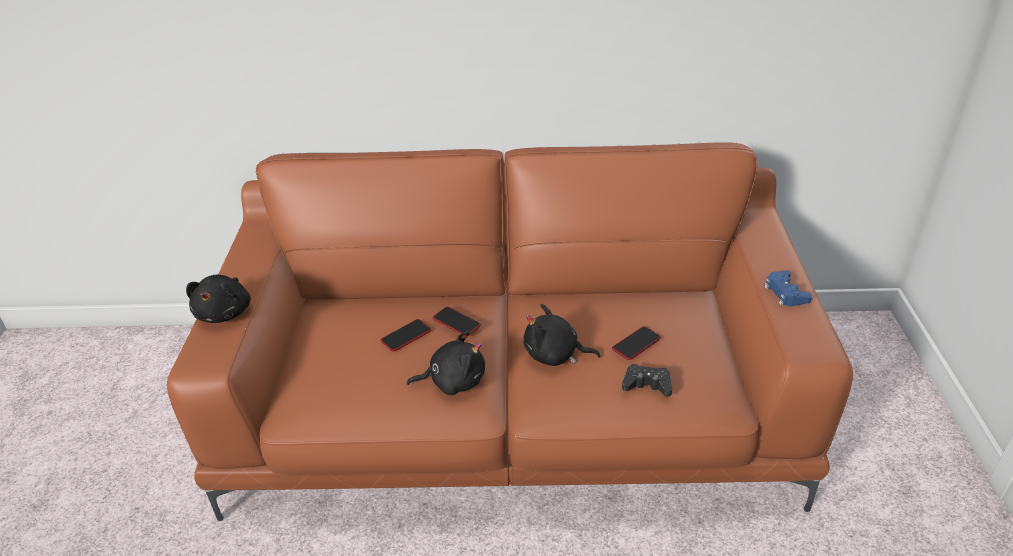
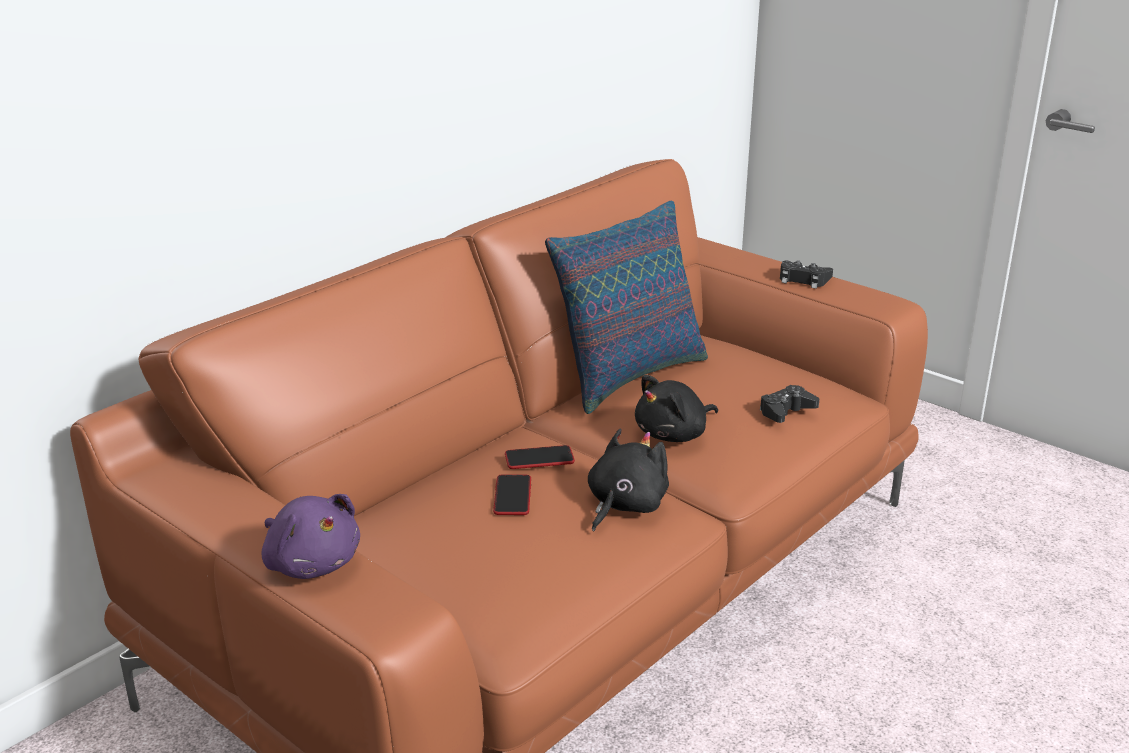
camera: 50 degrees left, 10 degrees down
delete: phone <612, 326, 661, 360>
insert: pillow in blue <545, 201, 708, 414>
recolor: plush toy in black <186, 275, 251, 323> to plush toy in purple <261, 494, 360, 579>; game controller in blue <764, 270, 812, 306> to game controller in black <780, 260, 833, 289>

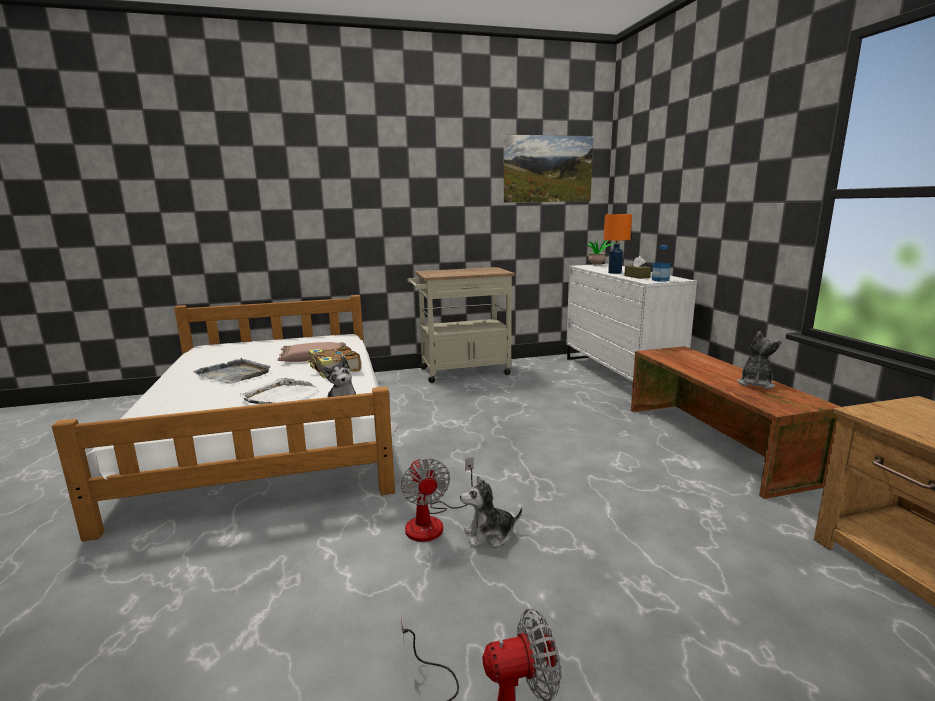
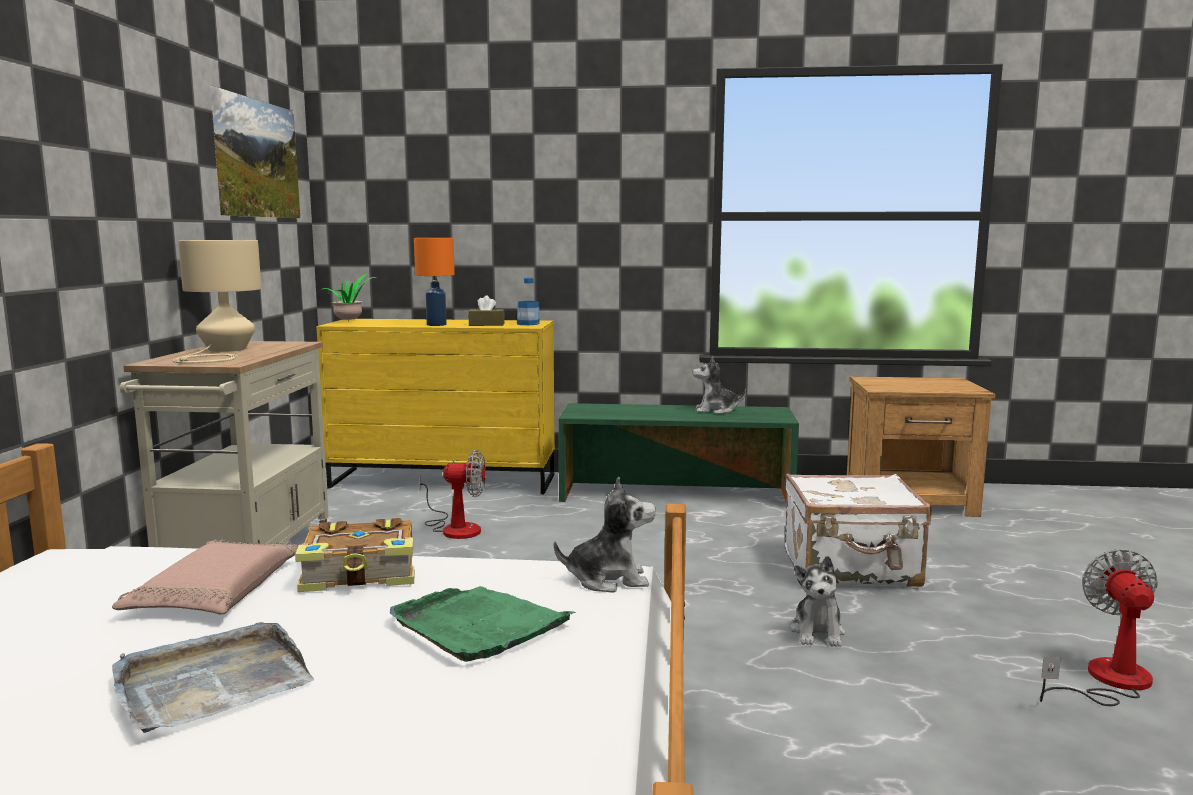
camera: 70 degrees left, 5 degrees down
insert: table lamp in beige <173, 240, 261, 364>; suitcase in white <785, 474, 932, 587>
move: fan <400, 457, 474, 542> to <418, 450, 486, 539>
recolor: tray in white <239, 378, 321, 404> to tray in green <390, 586, 576, 662>; dresser in white <566, 264, 697, 382> to dresser in yellow <316, 319, 555, 494>; bench in brown <631, 346, 841, 499> to bench in green <558, 403, 799, 503>
rotate: plush toy <737, 331, 782, 389> = <692, 356, 746, 414> 45 degrees counterclockwise

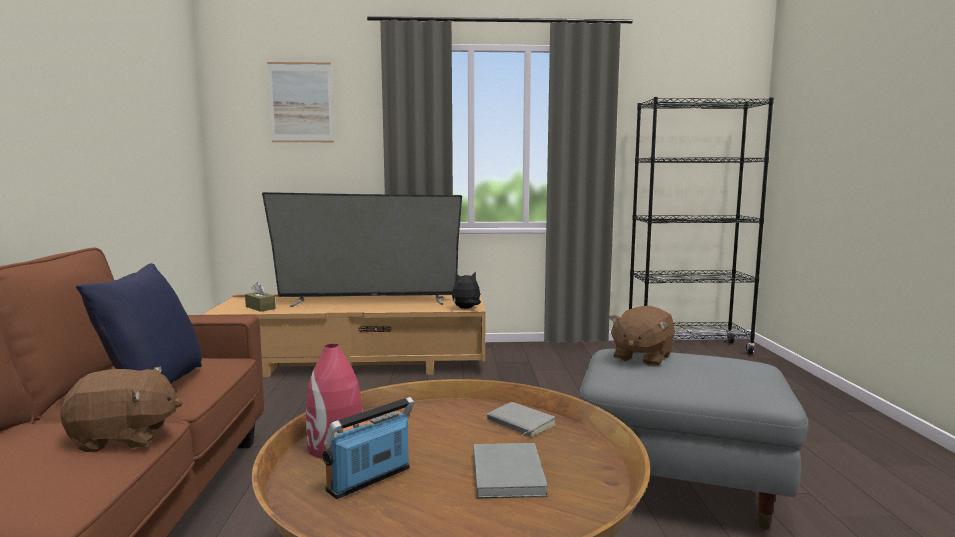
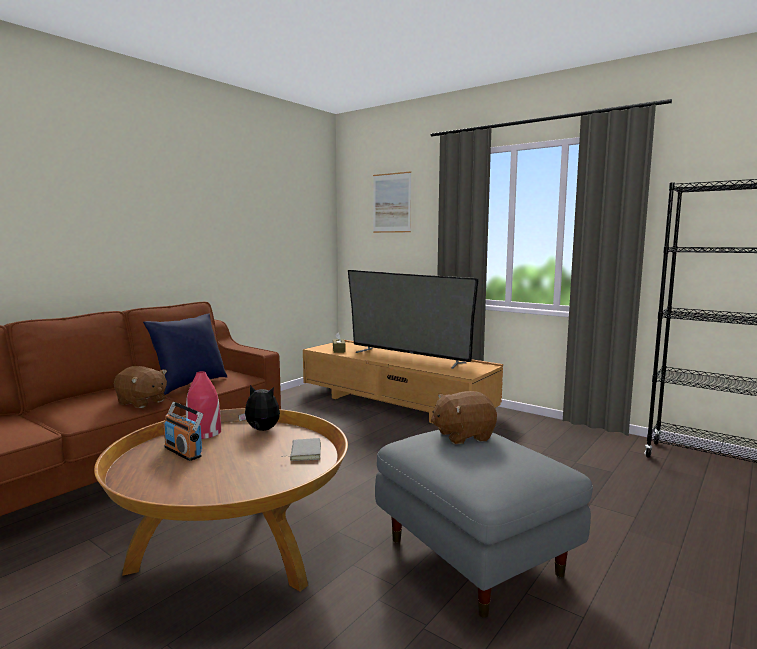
camera: 40 degrees right, 0 degrees up
delete: book in grey <473, 443, 548, 499>
move: plush toy <452, 272, 481, 309> to <239, 385, 280, 431>
rotate: radio <323, 397, 414, 499> = <164, 402, 203, 461> 135 degrees counterclockwise

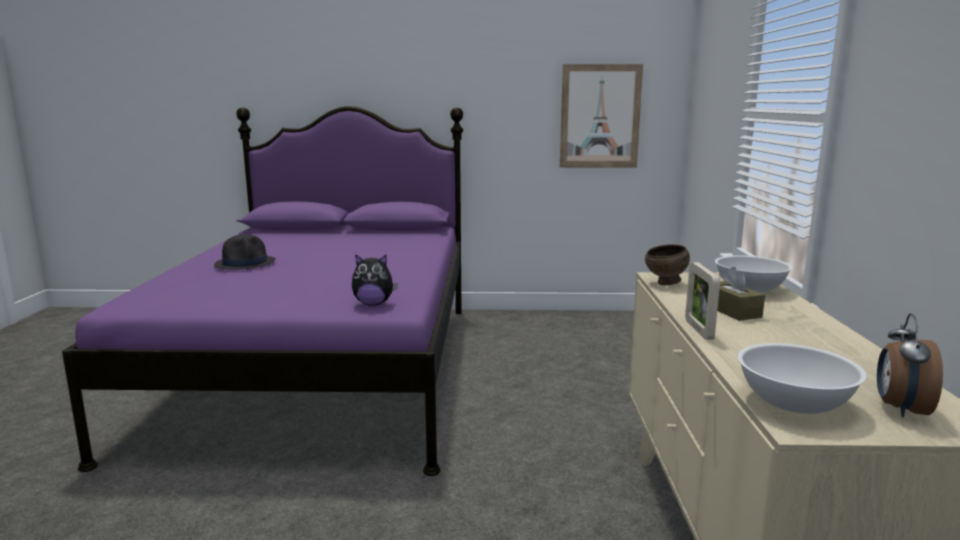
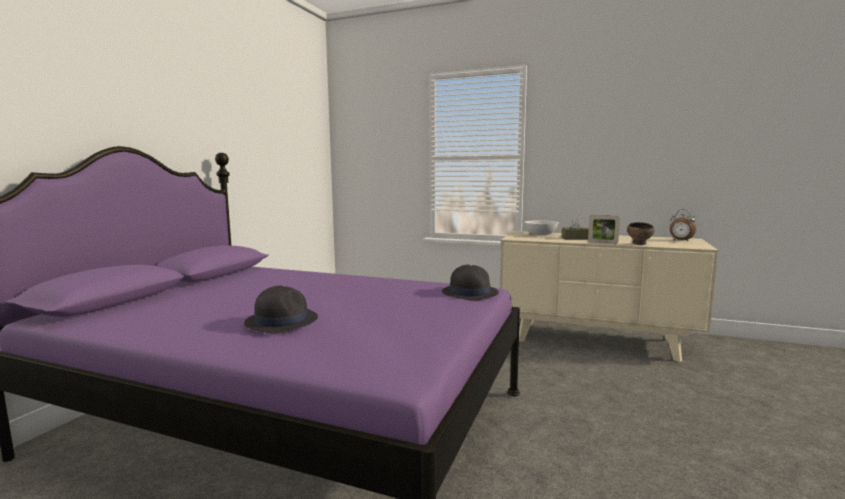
camera: 70 degrees left, 5 degrees down
delete: picture <560, 64, 643, 168>; bowl in white <738, 343, 867, 414>
move: bowl in brown <645, 244, 690, 285> to <627, 222, 655, 245>
replace: plush toy <352, 254, 398, 305> to hat in black <442, 264, 499, 301>

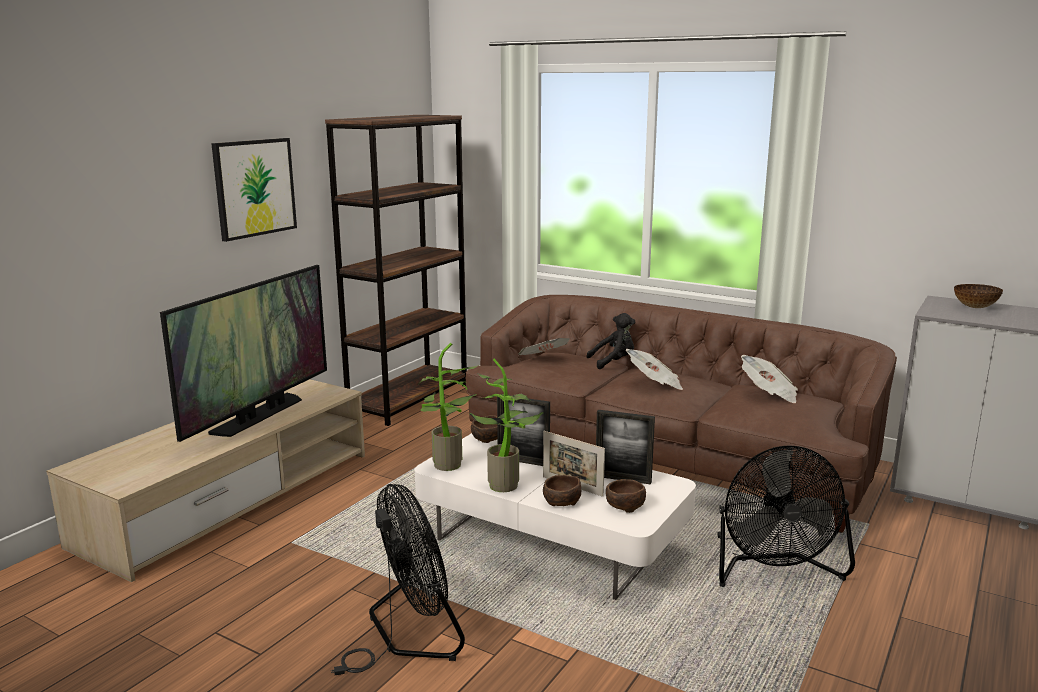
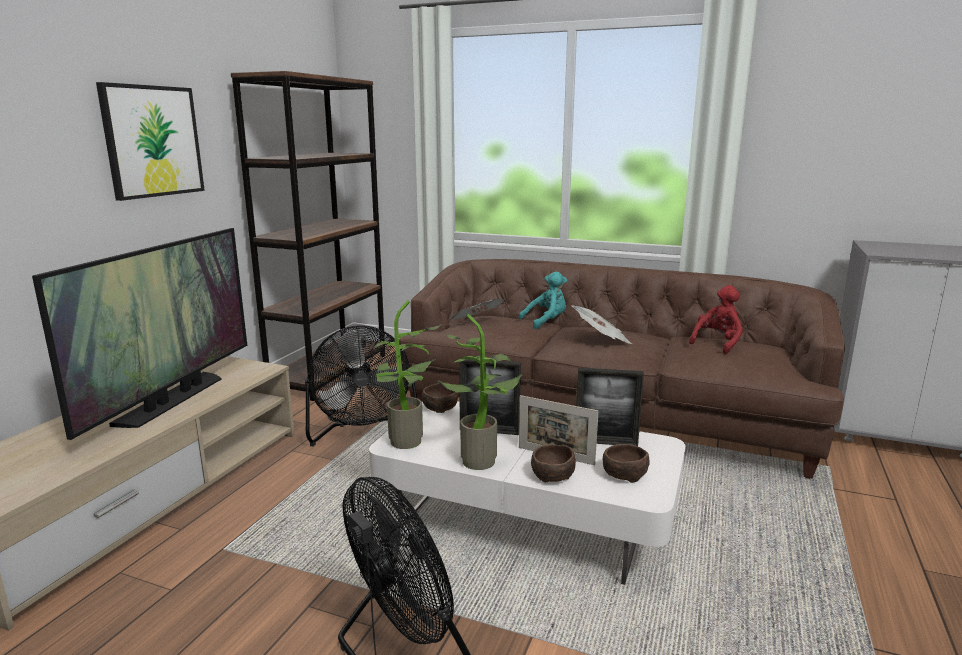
camera: 10 degrees left, 0 degrees up
delete: bowl <954, 284, 1003, 308>
move: fan in black <717, 446, 855, 587> to <305, 325, 417, 447>
replace: newspaper <741, 355, 798, 403> to plush toy in red <689, 285, 743, 354>
recolor: plush toy in black <587, 313, 635, 369> to plush toy in turquoise <519, 272, 567, 329>

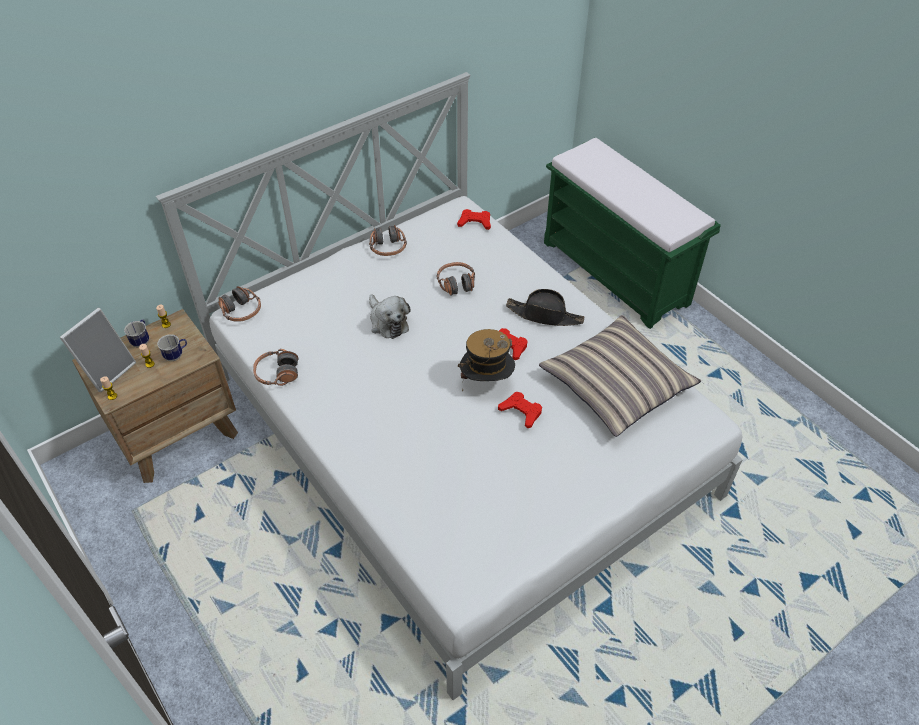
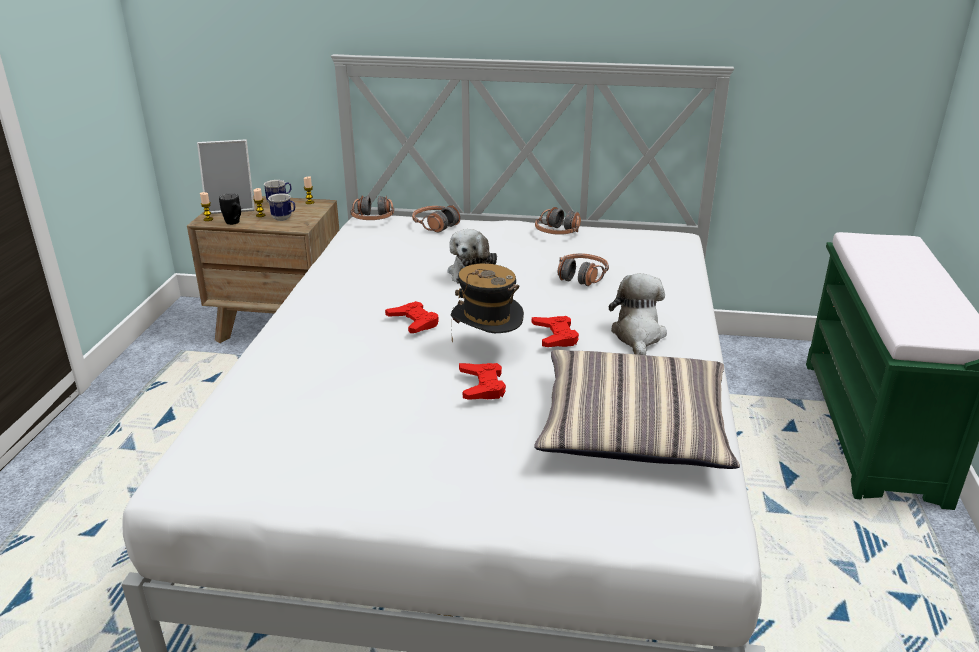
camera: 45 degrees right, 20 degrees down
insert: mug in black <219, 193, 241, 225>
move: headphones <253, 349, 298, 386> to <412, 205, 460, 232>; game controller in red <457, 209, 491, 230> to <385, 301, 439, 333>
replace: hat in black <506, 289, 584, 326> to plush toy <609, 273, 667, 355>

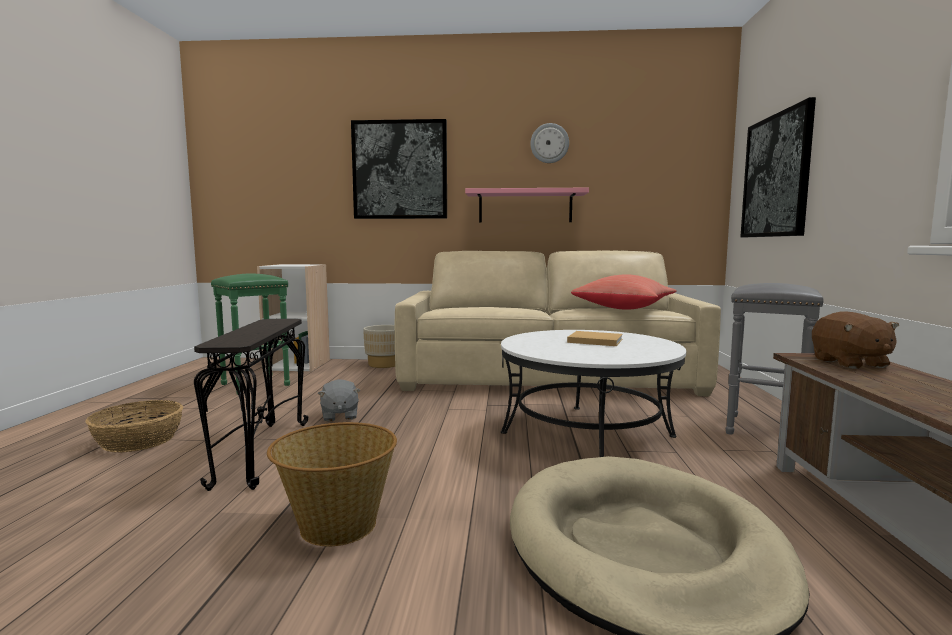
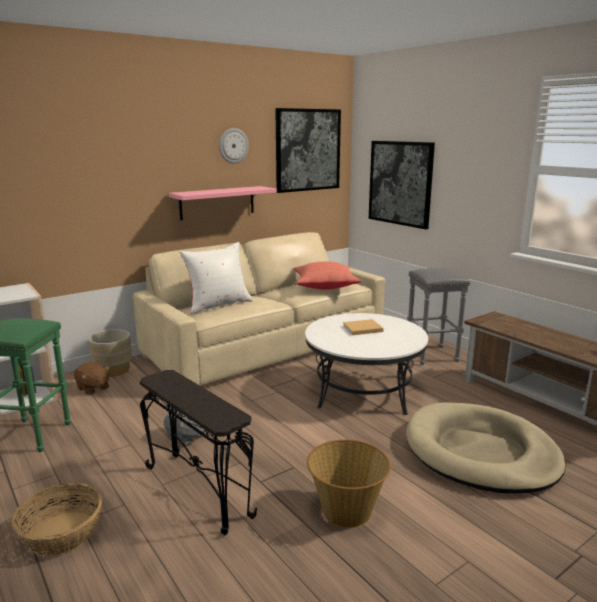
camera: 40 degrees left, 10 degrees up
insert: pillow in white <179, 242, 253, 315>
move: picture <351, 119, 447, 219> to <275, 108, 341, 193>; plush toy in brown <812, 311, 899, 369> to <74, 362, 110, 395>

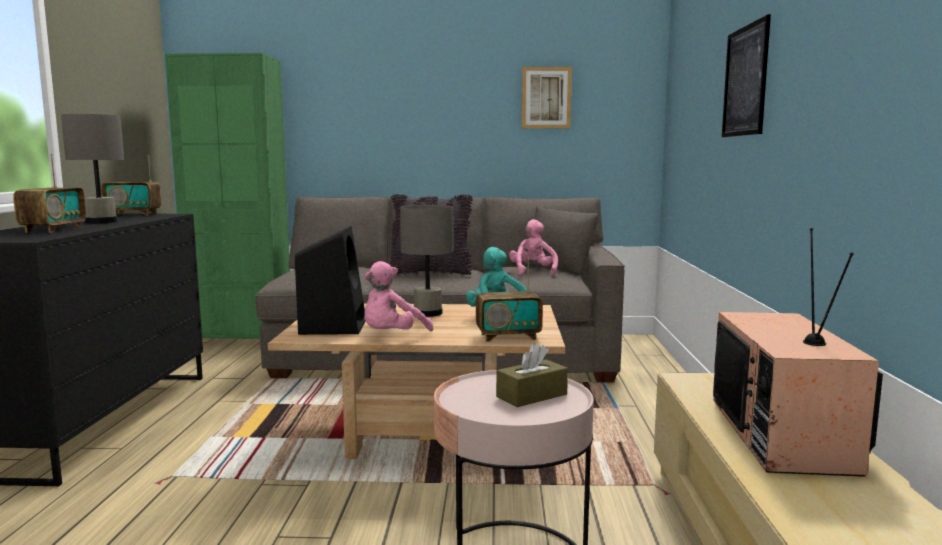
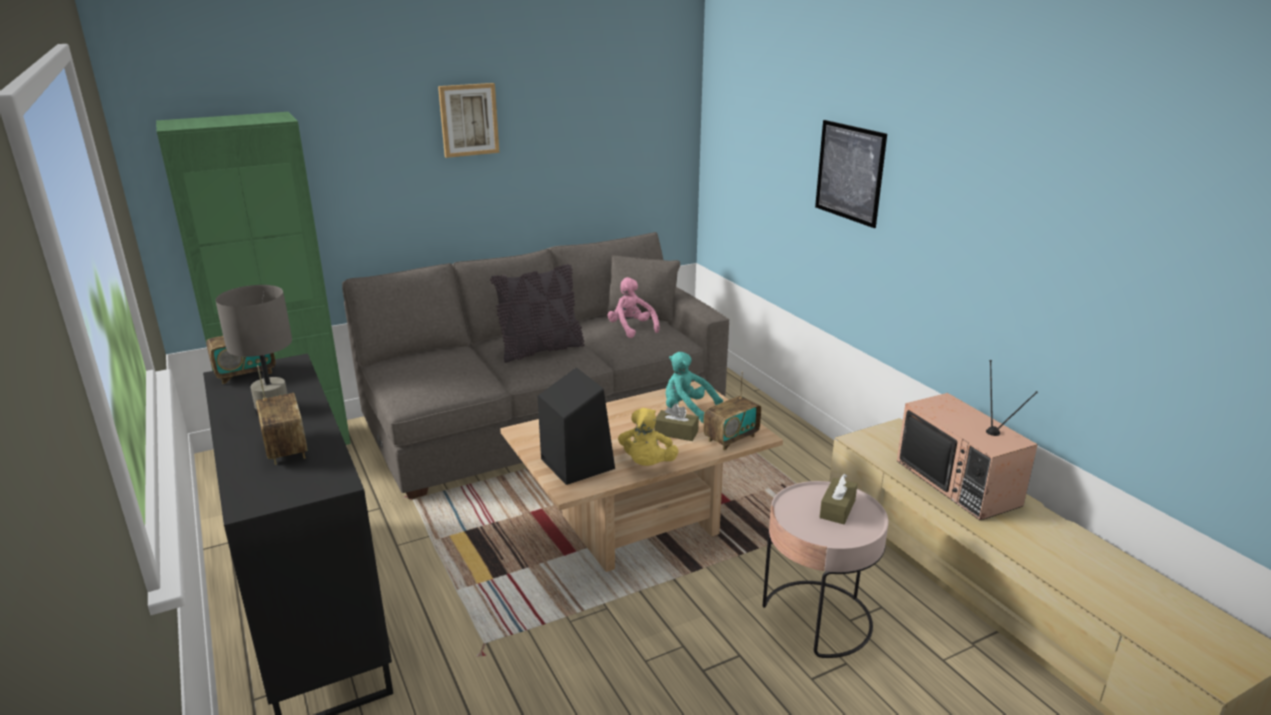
camera: 30 degrees left, 15 degrees up
delete: table lamp in grey <400, 205, 454, 317>
insert: tissue box in brown <654, 403, 699, 441>
move: picture <522, 67, 572, 128> to <438, 83, 499, 158>
recolor: plush toy in pink <364, 261, 433, 331> to plush toy in yellow <618, 408, 679, 466>

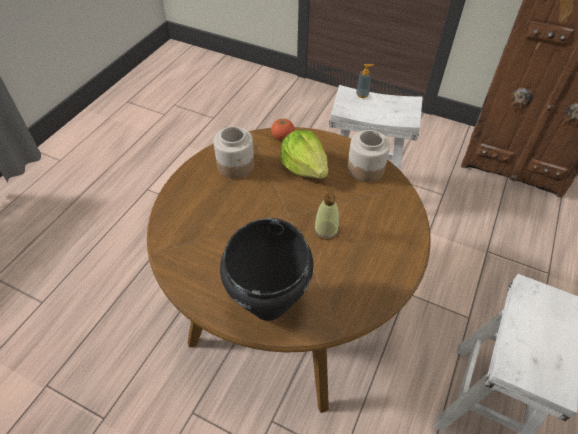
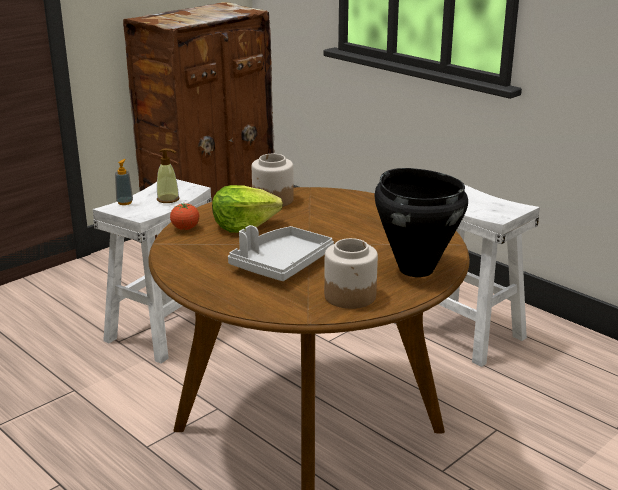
camera: 70 degrees left, 25 degrees down
insert: tray in grey <228, 225, 334, 281>
move: jar <213, 126, 254, 179> to <324, 238, 378, 309>; soap dispenser <314, 187, 339, 240> to <157, 148, 180, 203>

